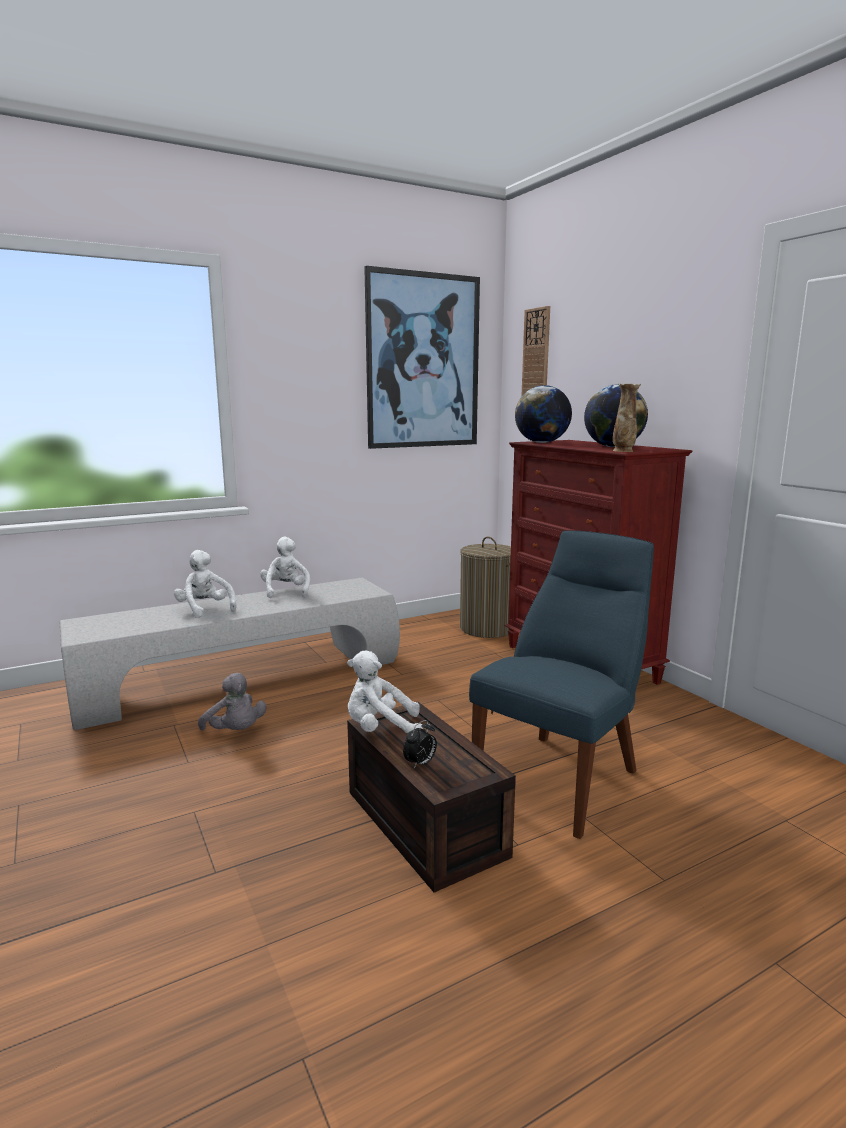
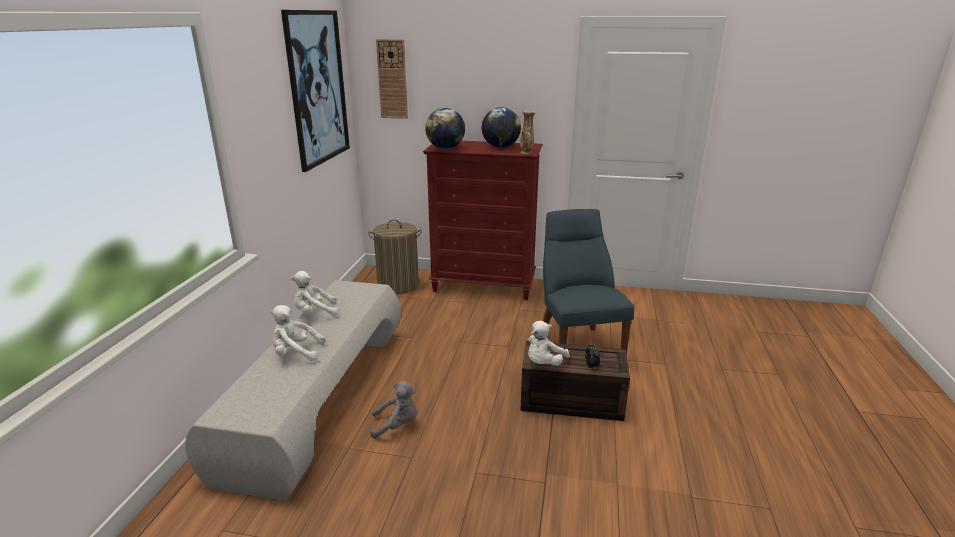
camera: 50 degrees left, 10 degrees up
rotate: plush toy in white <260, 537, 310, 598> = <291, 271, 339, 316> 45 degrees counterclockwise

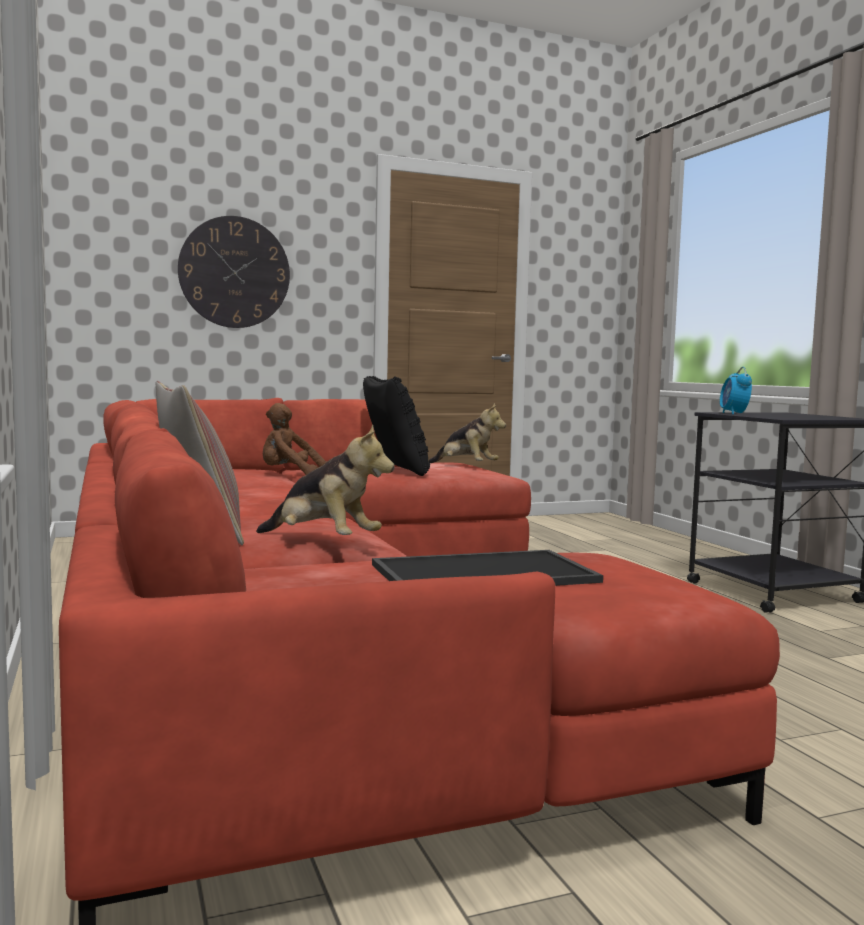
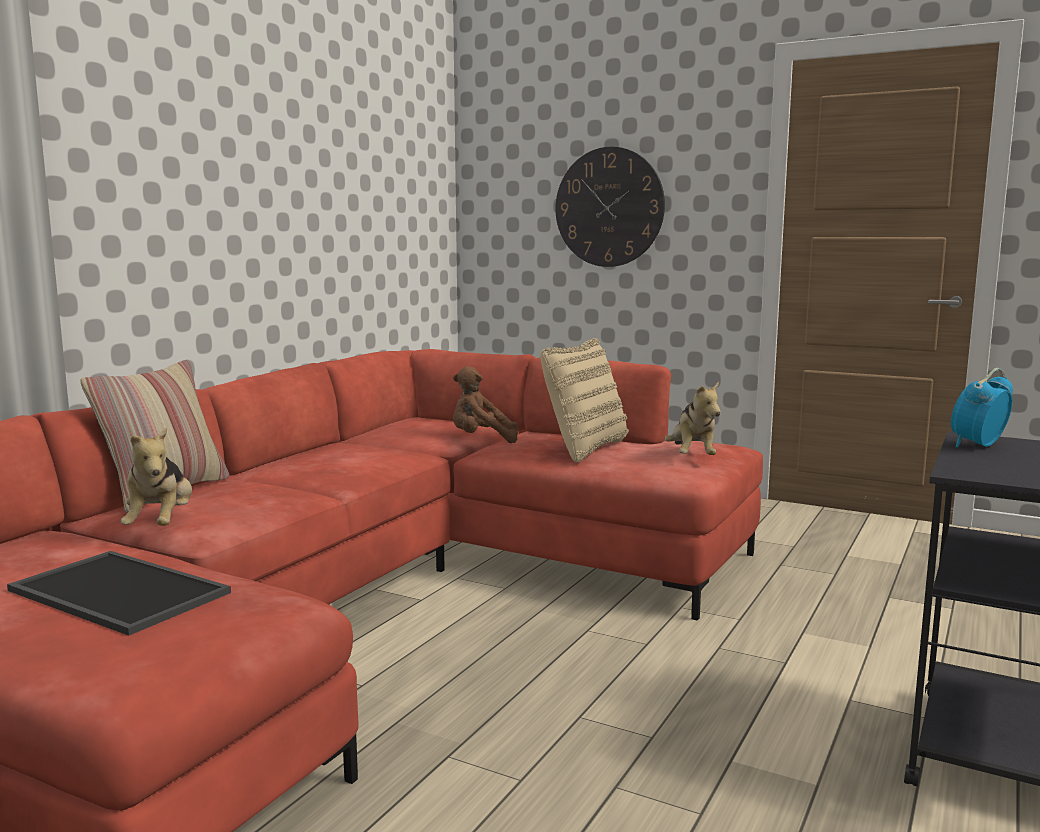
camera: 50 degrees right, 5 degrees up
recolor: pillow in black <363, 376, 430, 476> to pillow in beige <540, 338, 629, 463>
rotate: plush toy in brown <263, 403, 328, 475> = <453, 366, 518, 443> 60 degrees counterclockwise

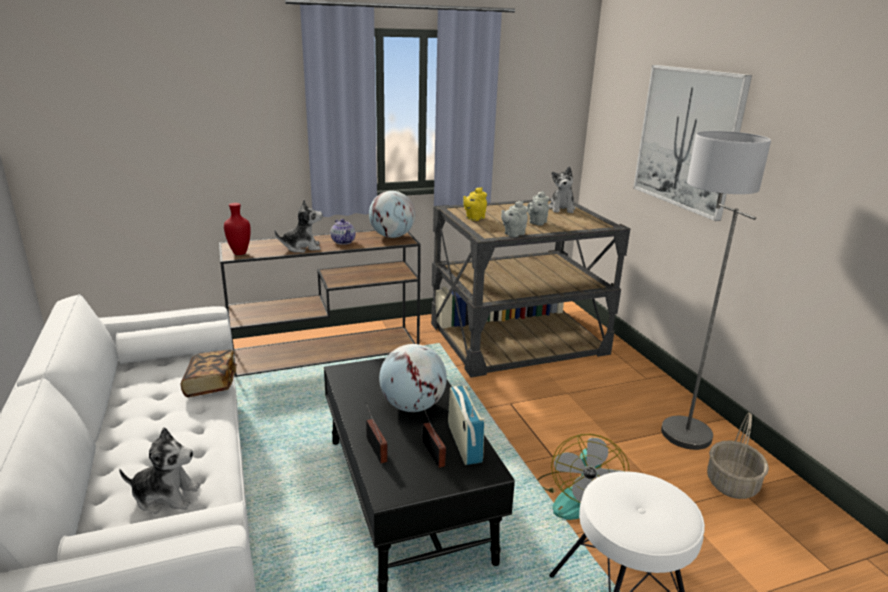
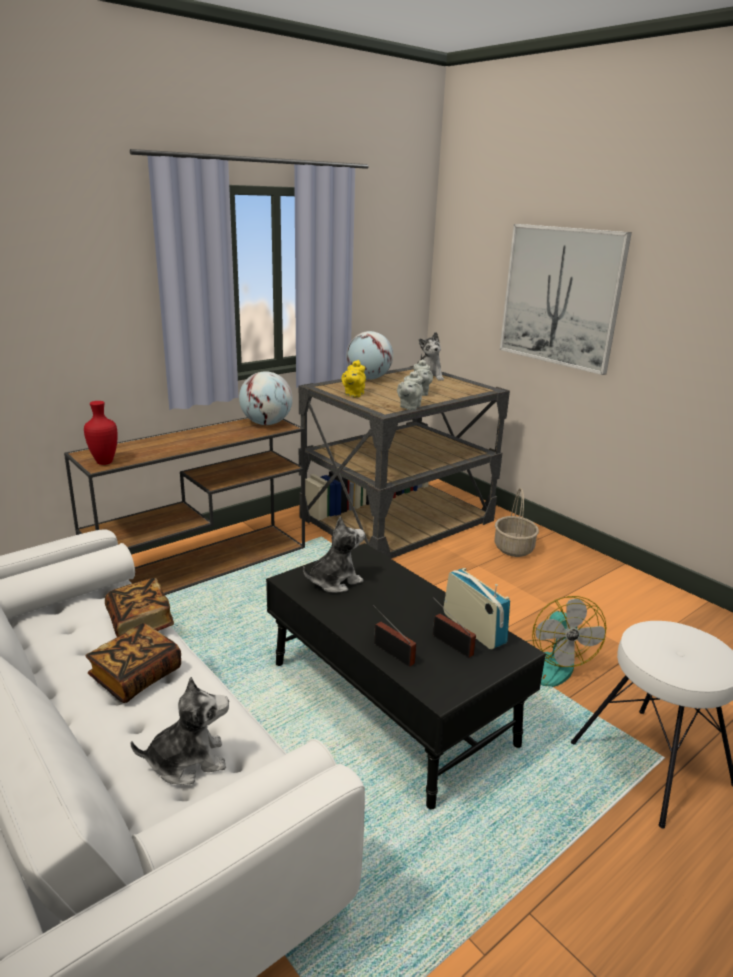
camera: 20 degrees left, 0 degrees up
delete: teapot <331, 219, 355, 245>; floor lamp in grey <661, 131, 771, 450>
insert: book <85, 623, 181, 703>
move: plush toy <275, 199, 323, 253> to <303, 516, 365, 593>; globe <379, 344, 447, 412> to <346, 331, 393, 380>; basket <707, 413, 769, 499> to <494, 488, 539, 557>

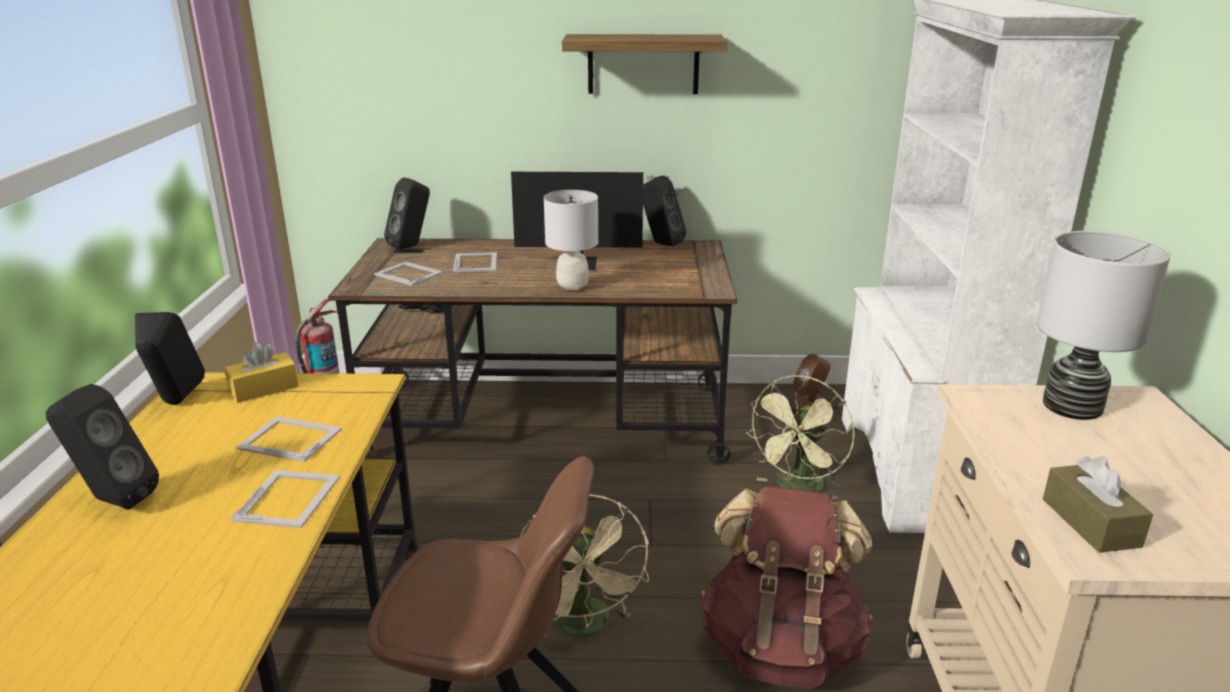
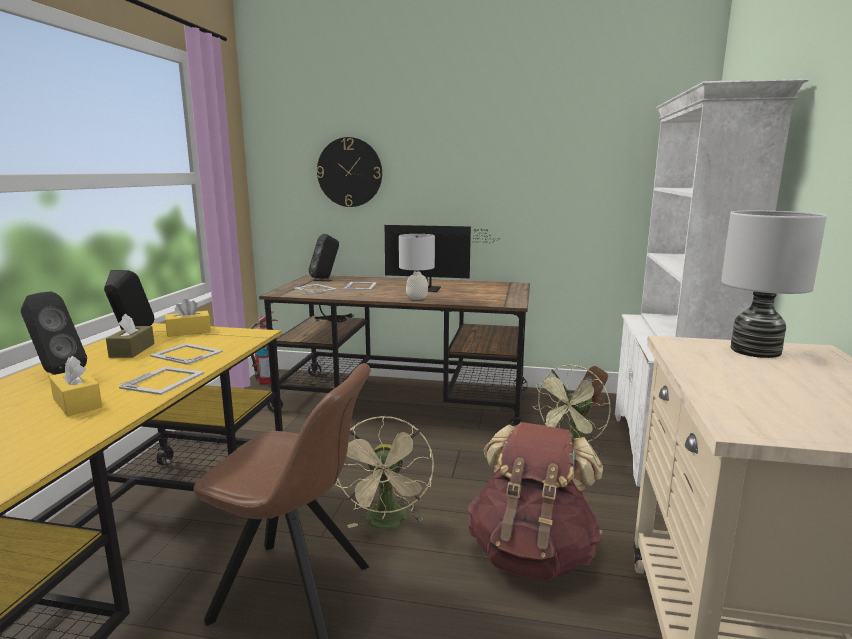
camera: 10 degrees right, 10 degrees down
delete: shelf <562, 34, 727, 94>; speaker in black <643, 176, 686, 246>
insert: tissue box in yellow <49, 356, 102, 416>; wall clock <317, 137, 382, 207>
move: tissue box in brown <1043, 456, 1153, 553> to <106, 313, 155, 358>

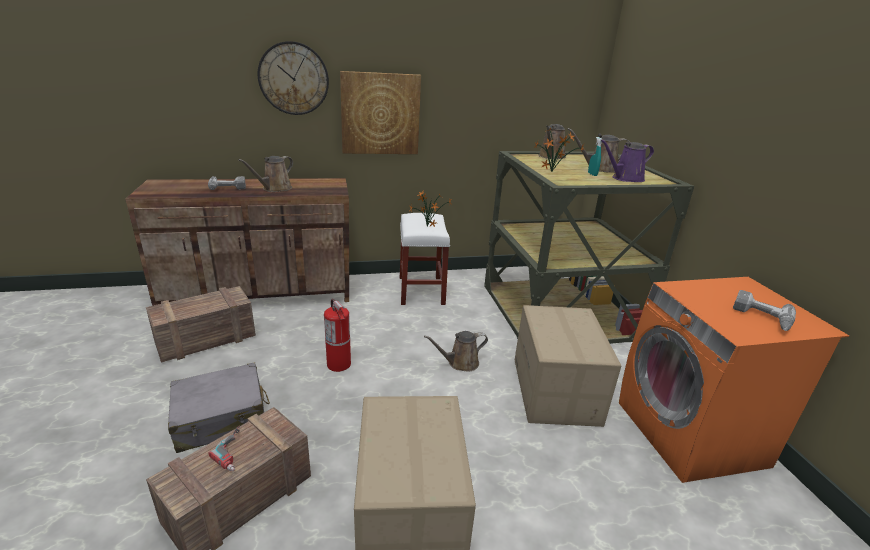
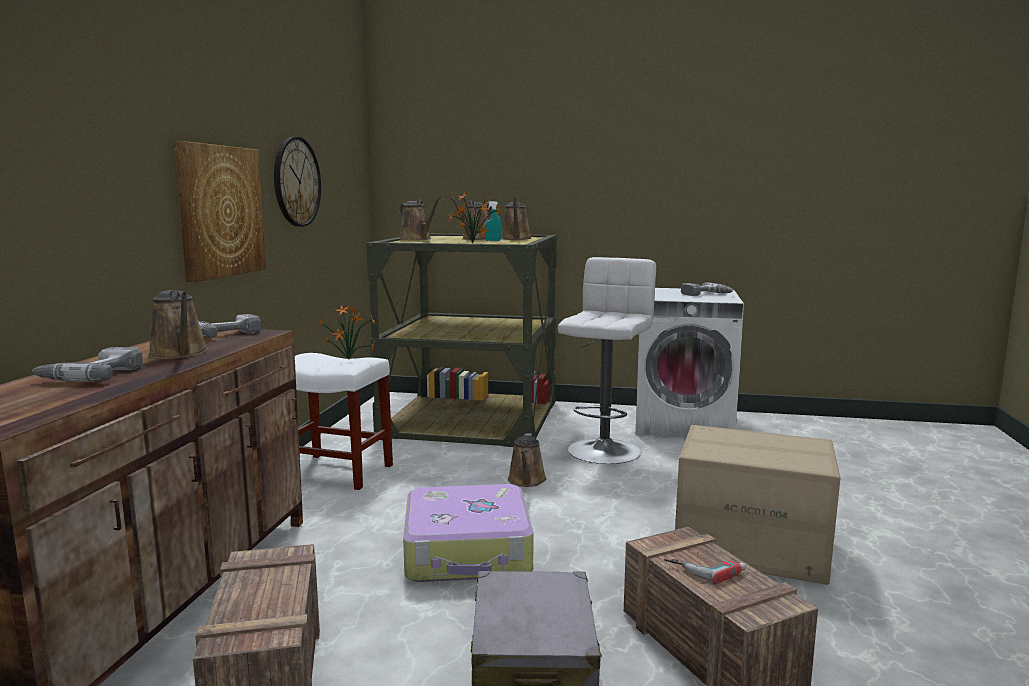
camera: 65 degrees left, 15 degrees down
insert: power drill <198, 314, 261, 338>
move: wall clock <258, 41, 329, 115> to <274, 137, 321, 227>
replace: fire extinguisher <324, 299, 351, 372> to suitcase <403, 484, 533, 582>; cardboard box <515, 305, 621, 427> to stool in white <558, 257, 656, 464>
recolor: watering can in purple <600, 139, 654, 182> to watering can in brown <501, 198, 532, 240>; washing machine in orange <619, 277, 849, 483> to washing machine in white <636, 288, 744, 438>

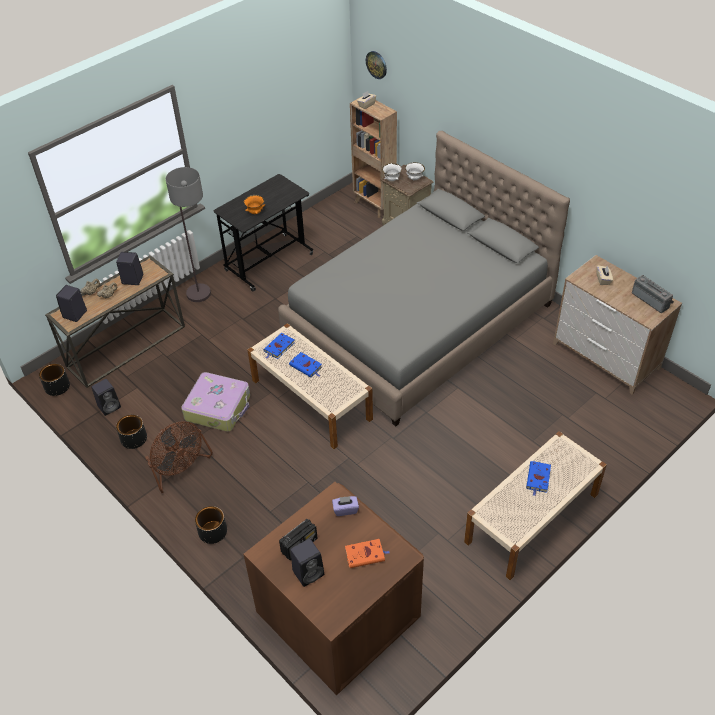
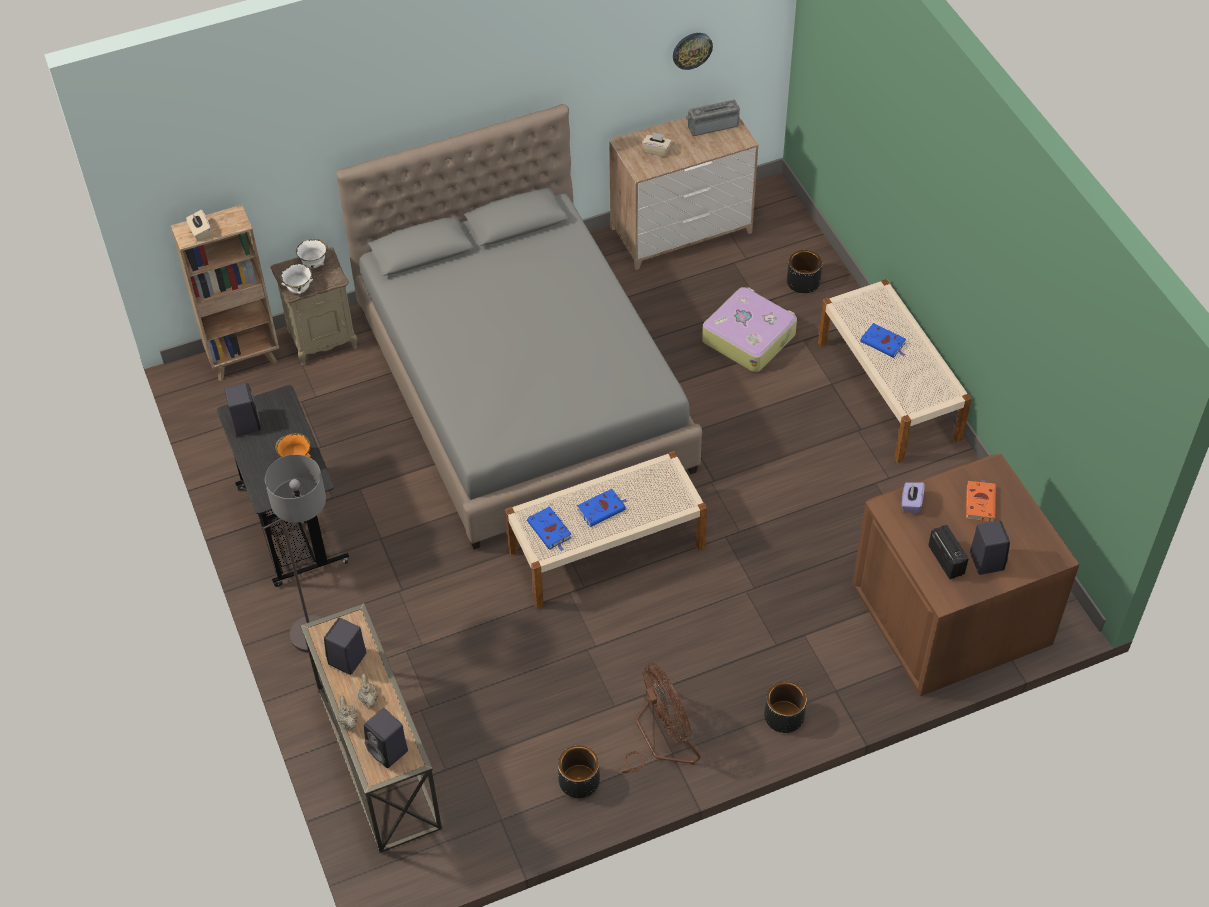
camera: 70 degrees left, 5 degrees up
move: planter in black <39, 363, 70, 396> to <787, 250, 822, 294>; speaker in black <91, 379, 121, 416> to <224, 383, 261, 436>; suitcase <181, 372, 250, 431> to <702, 287, 797, 372>; wall clock <366, 51, 387, 79> to <673, 33, 713, 70>

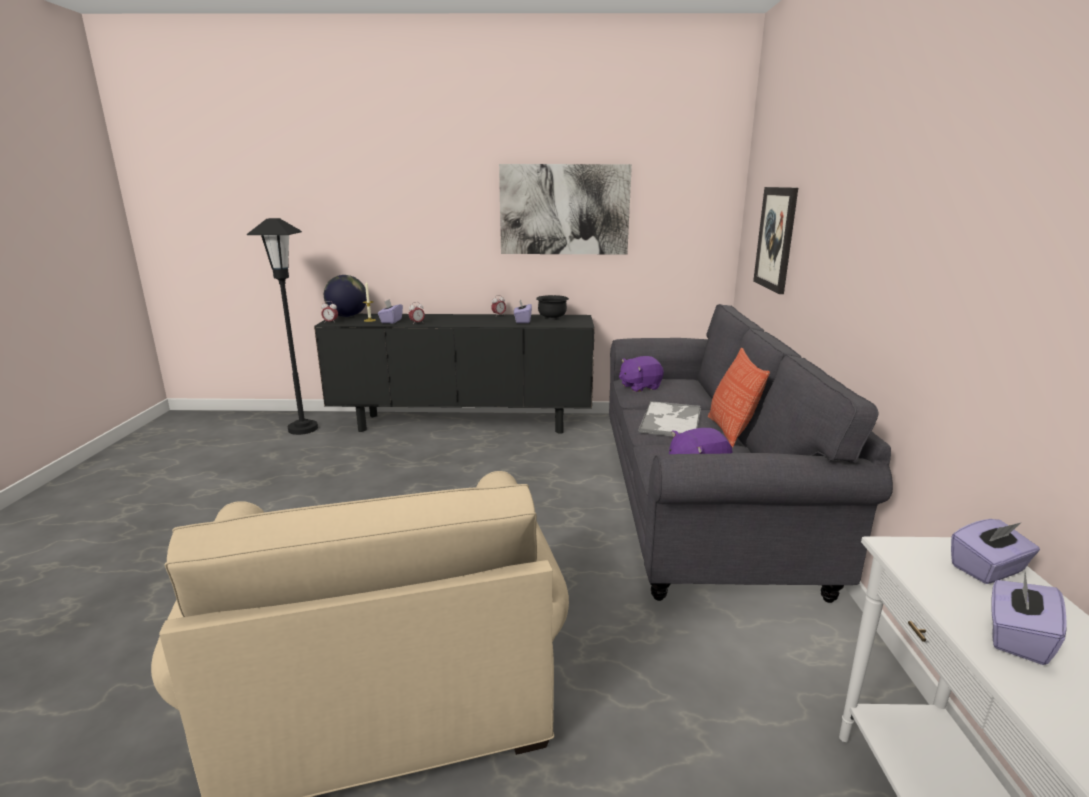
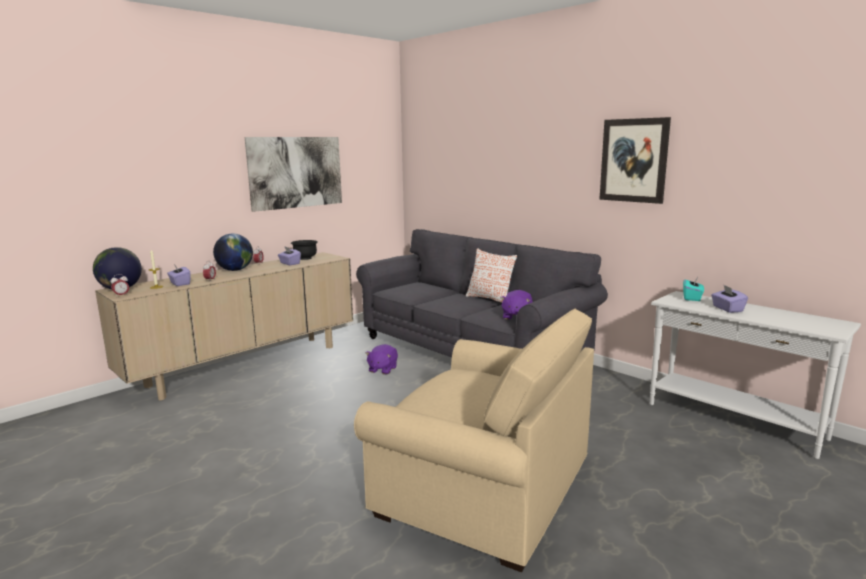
camera: 45 degrees left, 5 degrees down
delete: floor lamp in black <247, 218, 318, 435>; tray <638, 401, 701, 436>
insert: globe <213, 233, 253, 271>
move: plush toy in purple <619, 356, 664, 392> to <365, 344, 398, 374>; picture <753, 187, 798, 294> to <599, 117, 671, 204>
recolor: cabinet in black <314, 314, 595, 434> to cabinet in beige <95, 252, 353, 400>; pillow in orange <708, 348, 770, 448> to pillow in white <466, 248, 517, 303>; tissue box in purple <951, 519, 1040, 584> to tissue box in turquoise <683, 276, 704, 301>

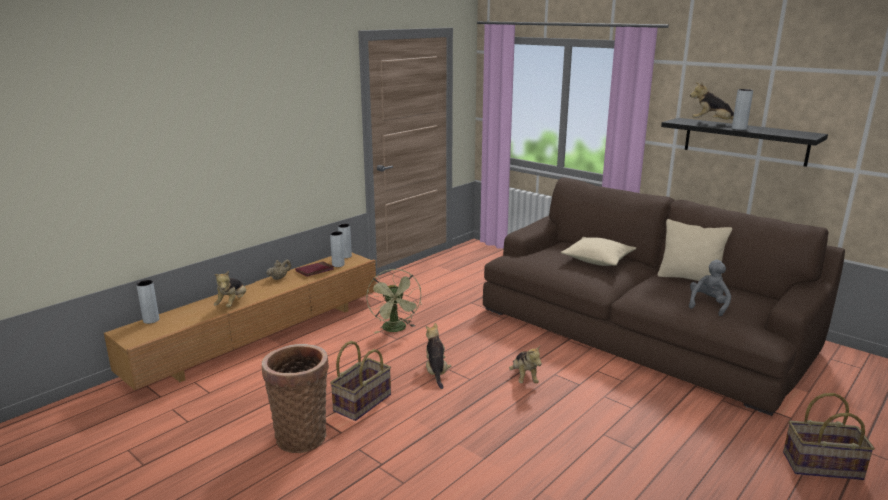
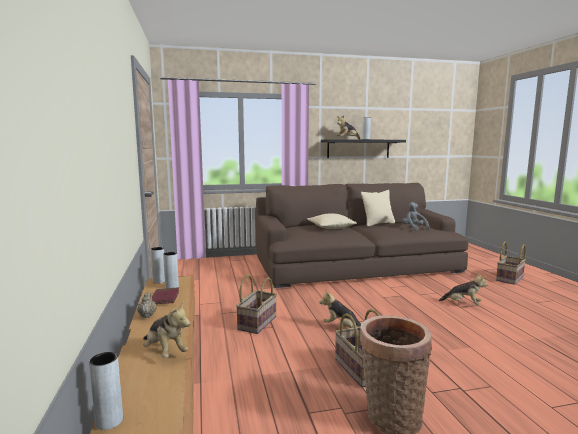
camera: 55 degrees left, 10 degrees down
move: plush toy <509, 346, 542, 383> to <439, 273, 487, 305>
replace: fan in green <366, 269, 421, 333> to basket <236, 274, 277, 334>

